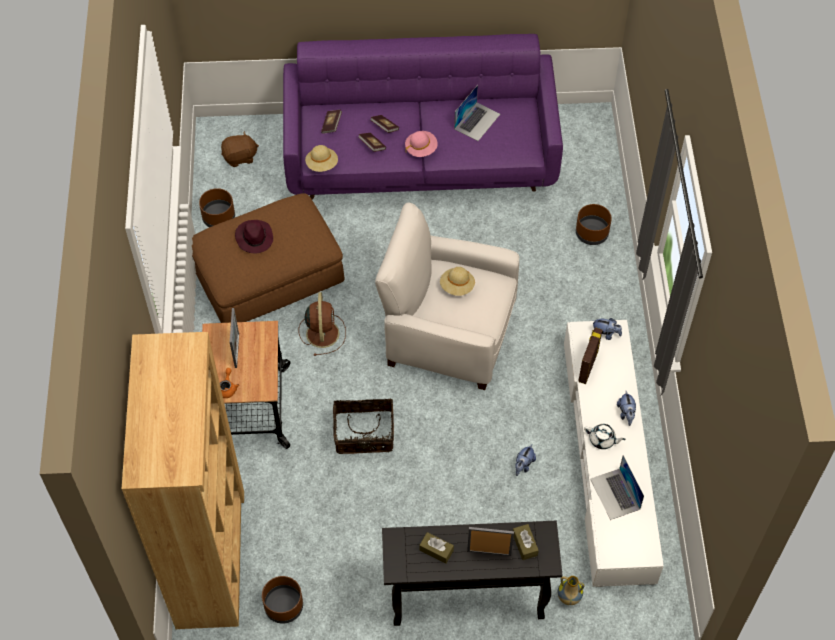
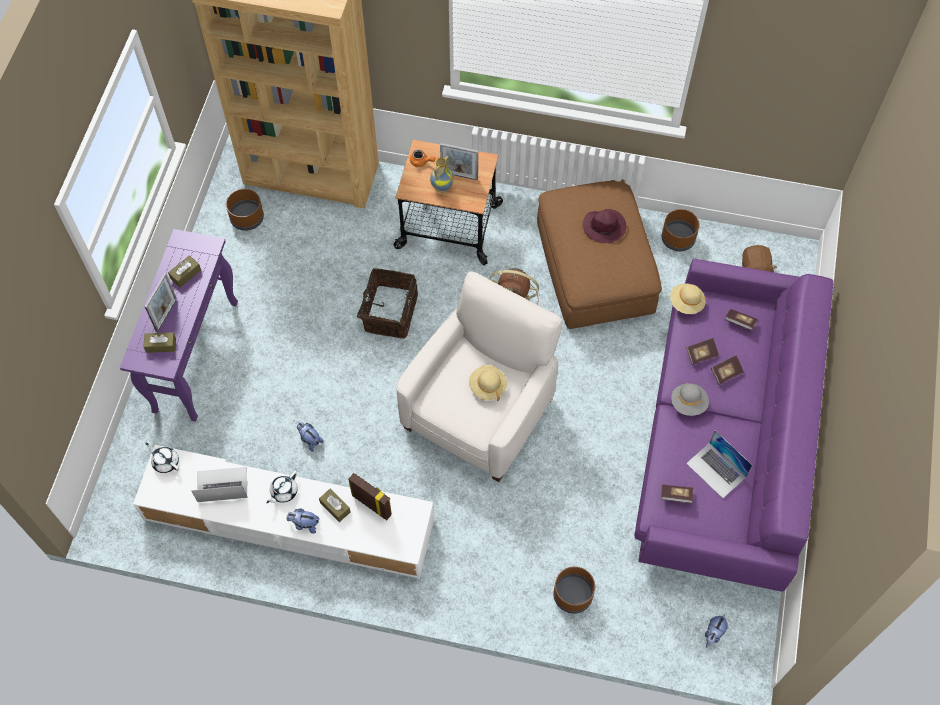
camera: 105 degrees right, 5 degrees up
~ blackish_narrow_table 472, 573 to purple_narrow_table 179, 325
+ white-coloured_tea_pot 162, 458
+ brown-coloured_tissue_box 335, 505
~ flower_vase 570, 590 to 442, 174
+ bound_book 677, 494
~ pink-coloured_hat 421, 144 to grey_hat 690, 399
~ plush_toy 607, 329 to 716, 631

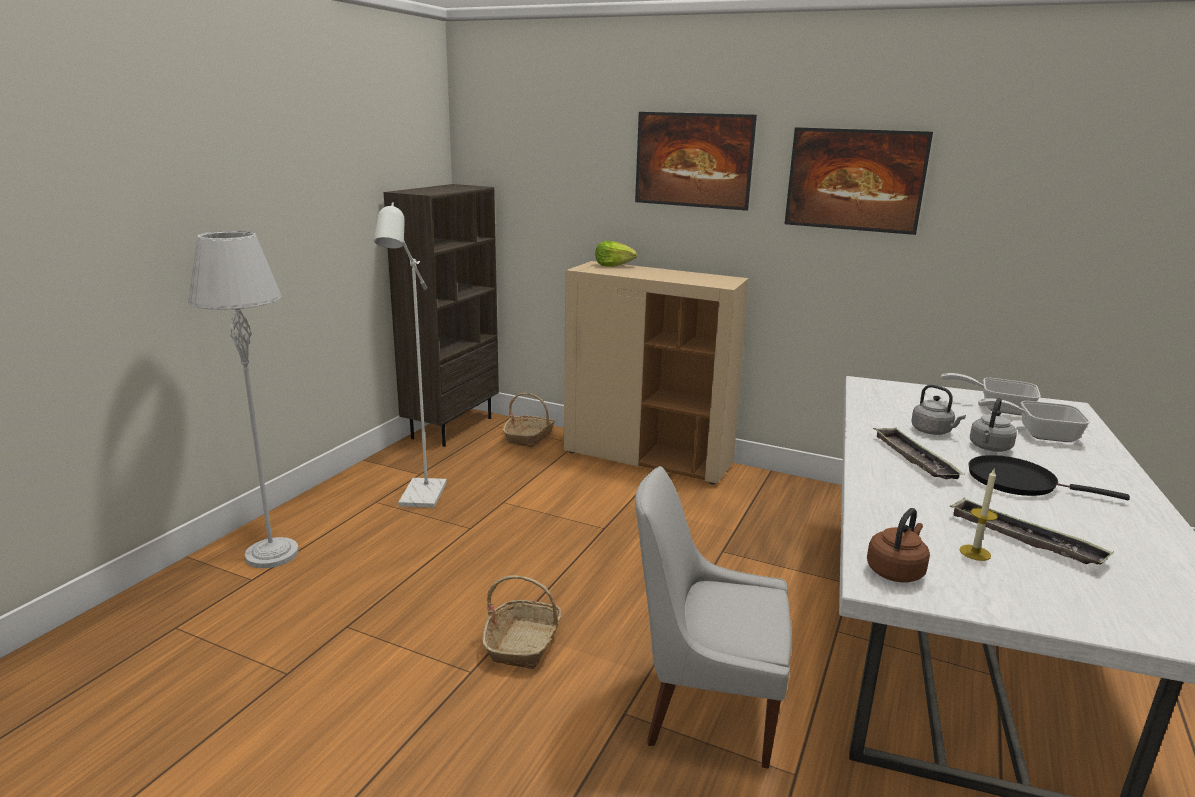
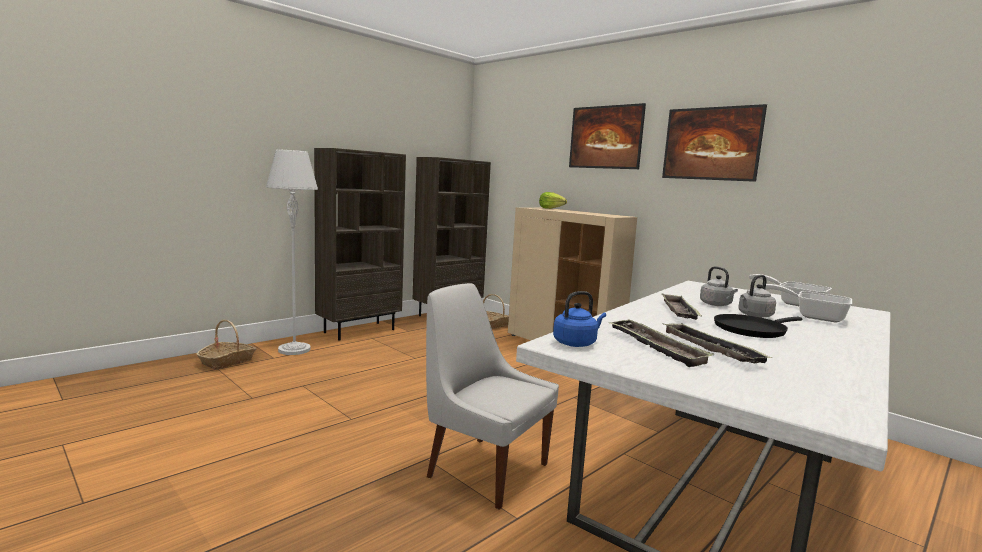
camera: 20 degrees right, 10 degrees down
~ basket 522, 622 to 226, 344
+ brown-coloured_bookshelf 360, 244
~ brown-coloured_tea_kettle 898, 545 to blue_tea_kettle 579, 319
~ wax_candle 979, 515 to tray 661, 343
~ blackish_skillet 1049, 477 = 758, 326 75 degrees counterclockwise
- white-coloured_standing_lamp 410, 355

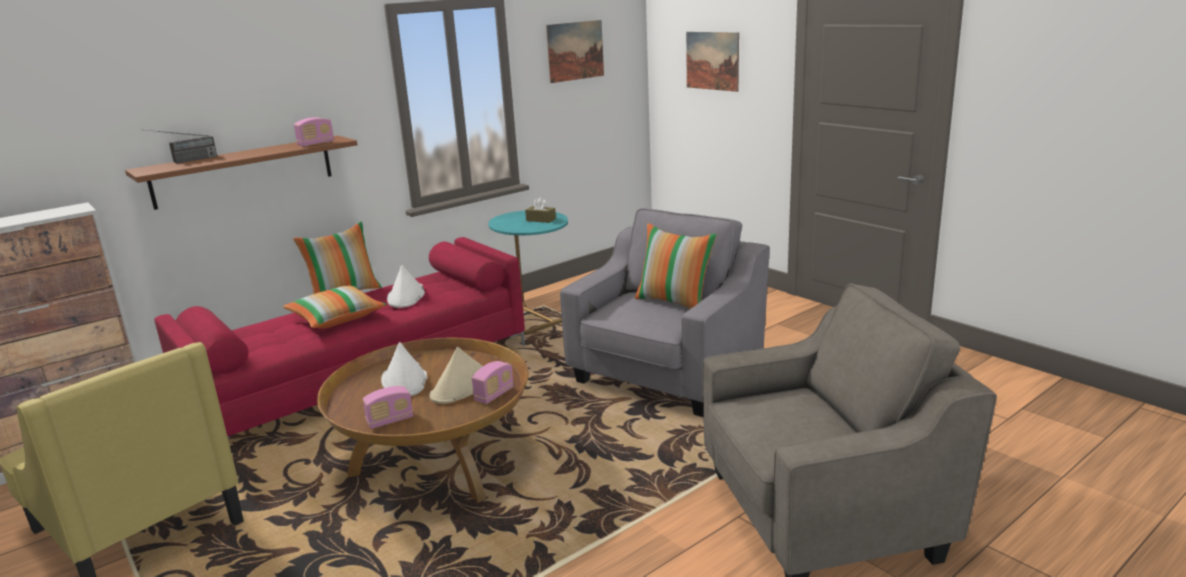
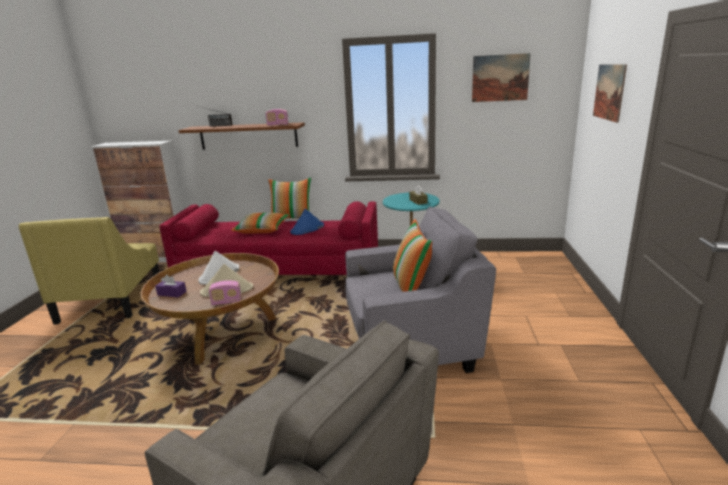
camera: 45 degrees right, 0 degrees up
~ radio_receiver 388, 407 to purple_tissue_box 171, 286
~ white-coloured_hat 406, 286 to blue_hat 307, 221

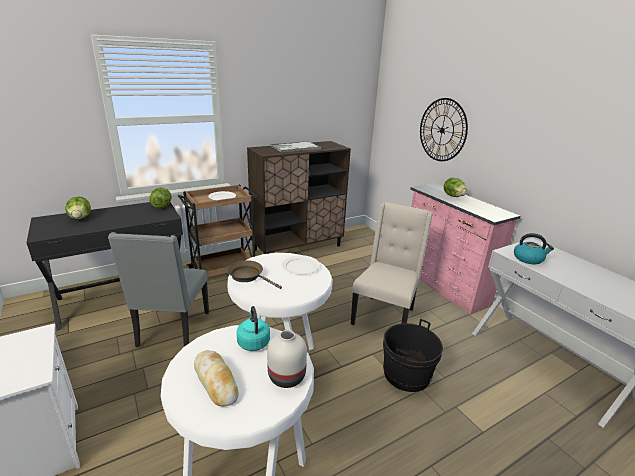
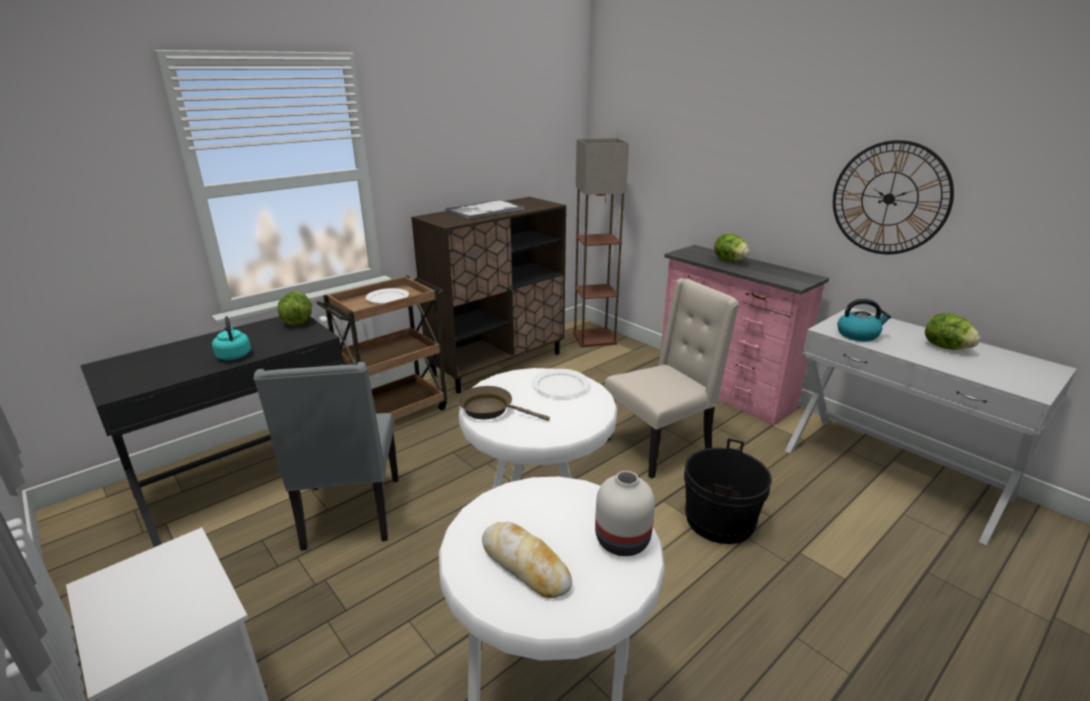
camera: 10 degrees left, 0 degrees up
~ turquoise_tea_kettle 253, 328 to 231, 338
+ standing_lamp 601, 242
~ beige-coloured_chair 392, 263 = 671, 378 45 degrees clockwise
~ hanging_clock 444, 129 to 893, 197
~ head_of_lettuce 78, 207 to 953, 331

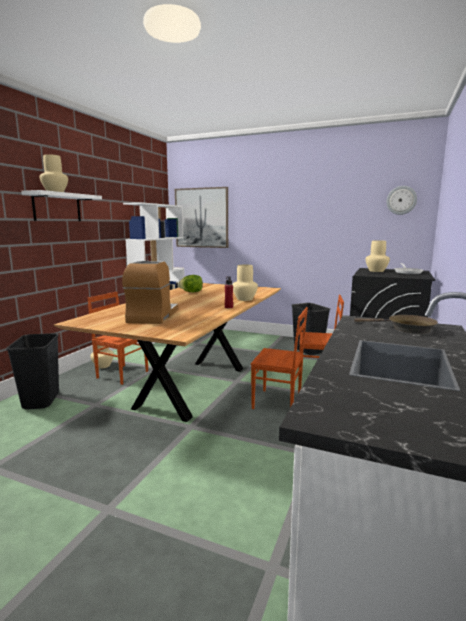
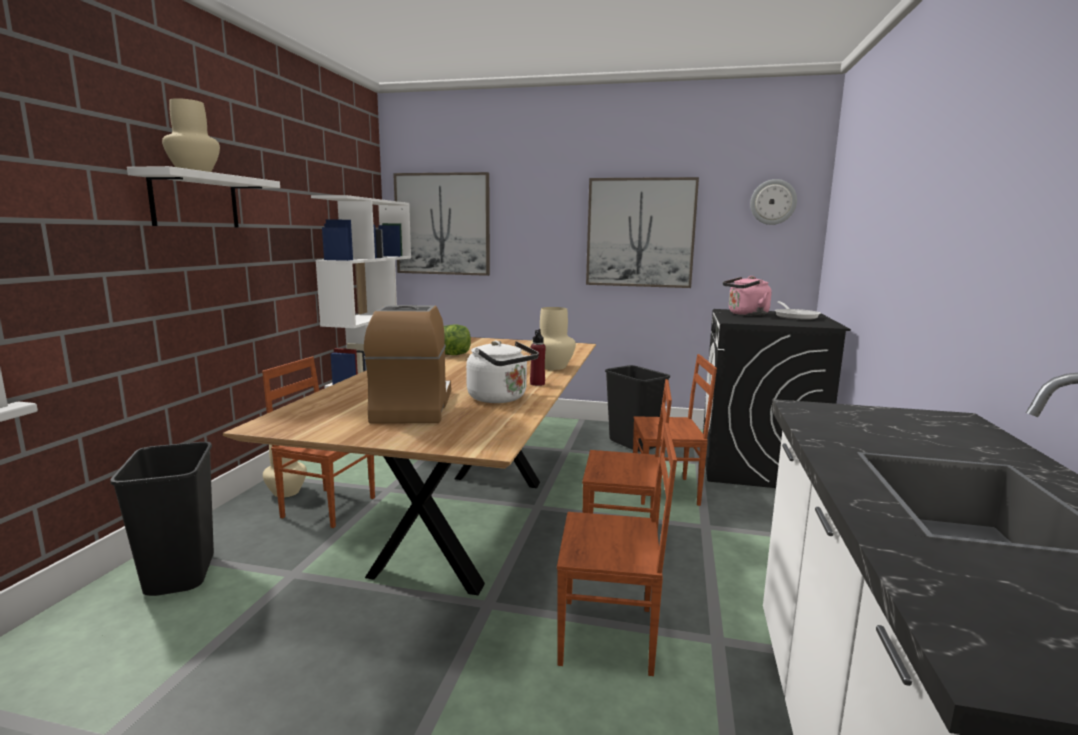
camera: 10 degrees left, 0 degrees up
+ white-coloured_tea_kettle 502, 372
+ brown-coloured_chair 617, 549
+ wall_art 642, 232
~ beige-coloured_flower_vase 378, 256 to pink-coloured_tea_kettle 747, 296
- brown-coloured_skillet 396, 324

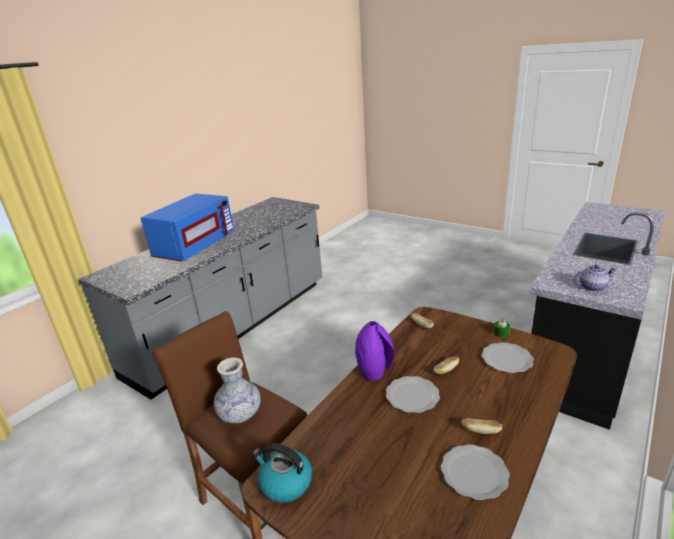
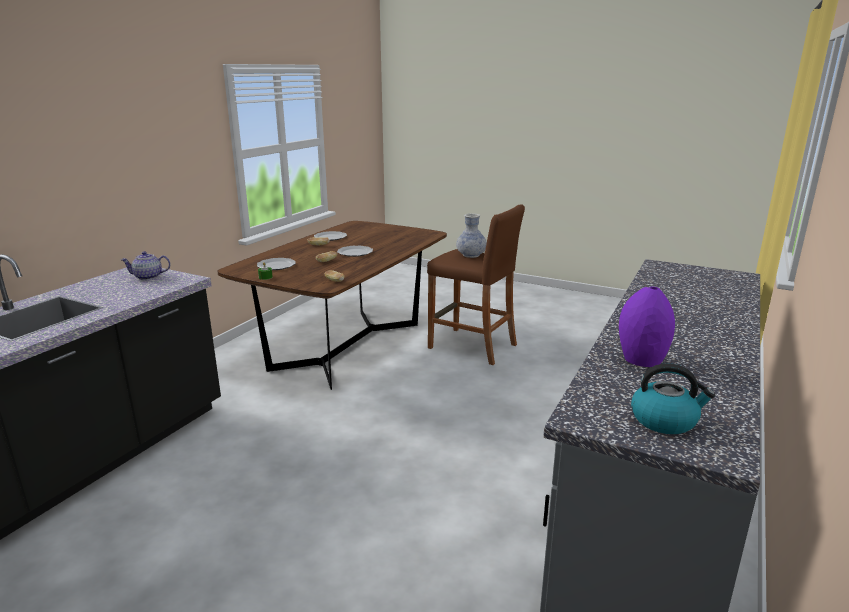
camera: 170 degrees right, 5 degrees down
~ purple_flower_vase 375, 351 to 647, 327
~ tea_kettle 282, 473 to 673, 398
- blue_microwave_oven 187, 227

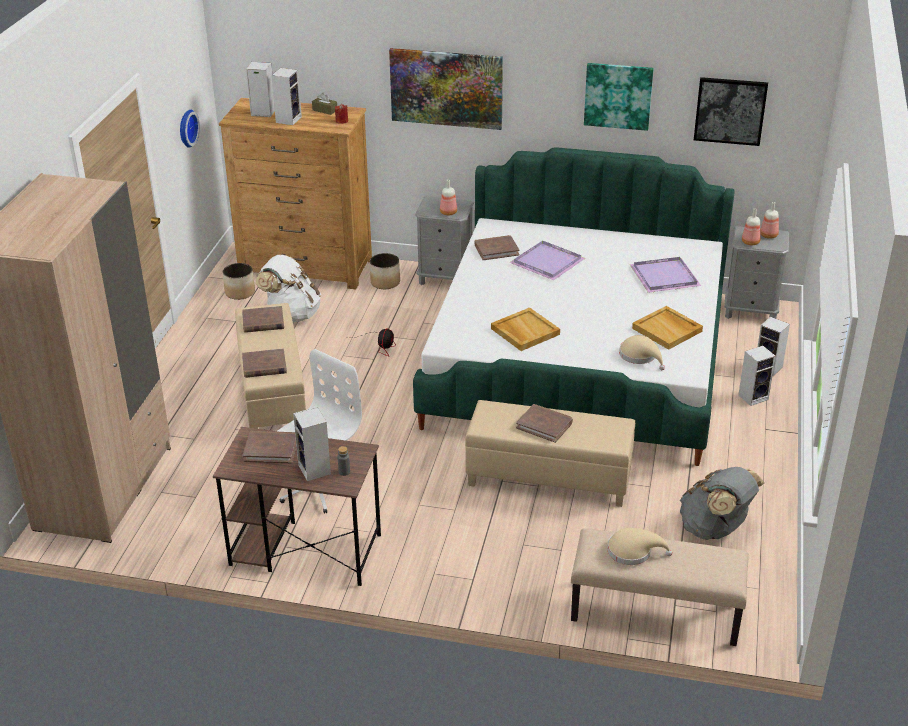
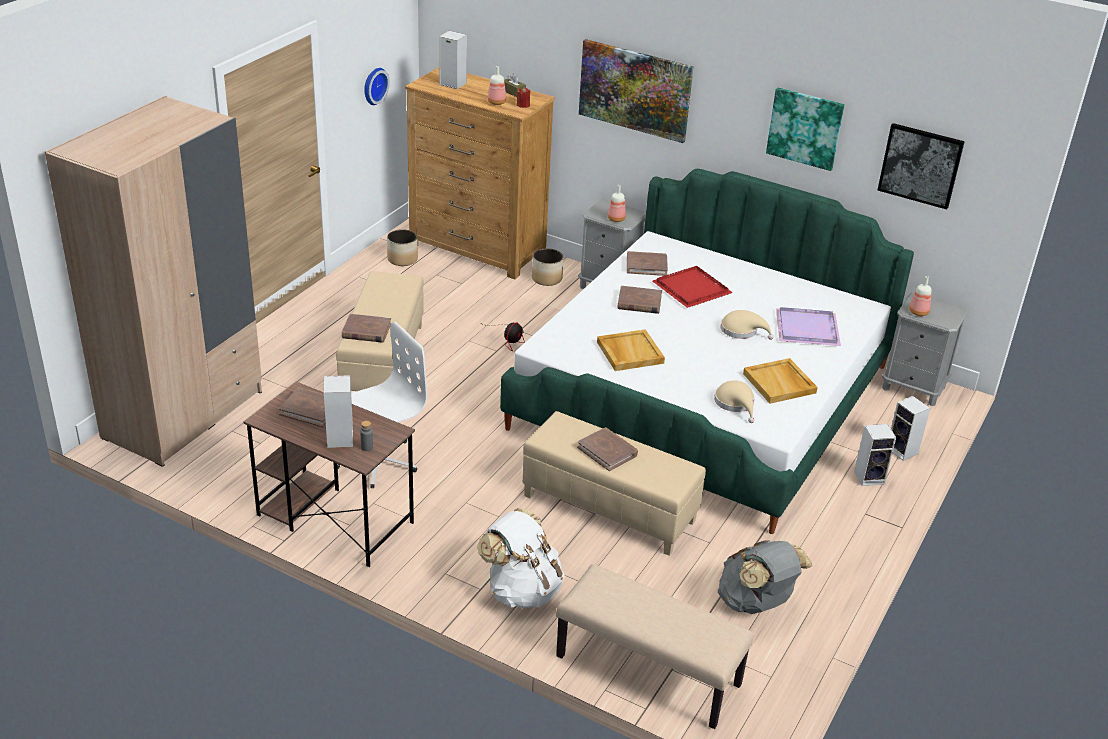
camera: 15 degrees right, 0 degrees up
~ white-coloured_rucksack 288, 288 to 521, 558
~ drink_bottle 769, 220 to 497, 85
~ brown-coloured_bound_book 263, 319 to 639, 300
~ purple_tray 547, 260 to red_tray 692, 287
~ beige-coloured_hat 639, 546 to 746, 325
- speaker 286, 96

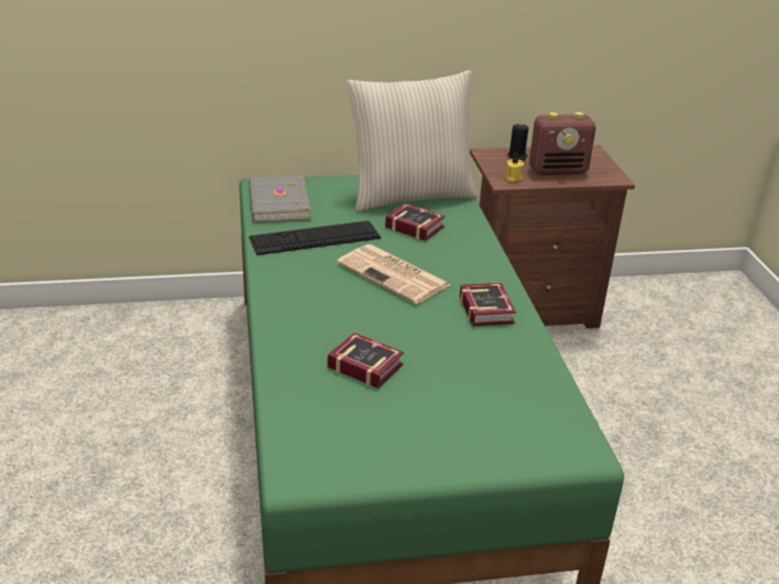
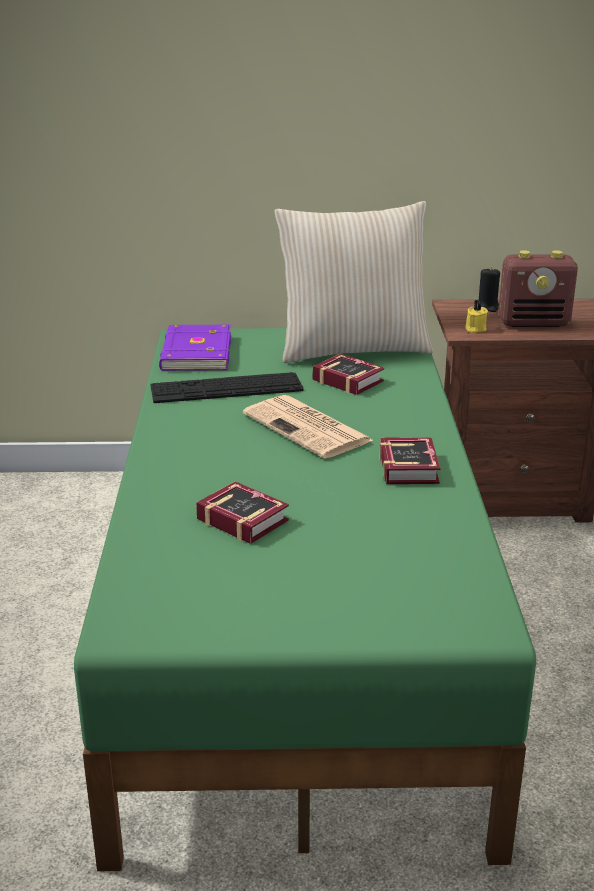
camera: 10 degrees right, 5 degrees down
~ grey_bound_book 280, 198 to purple_bound_book 195, 348

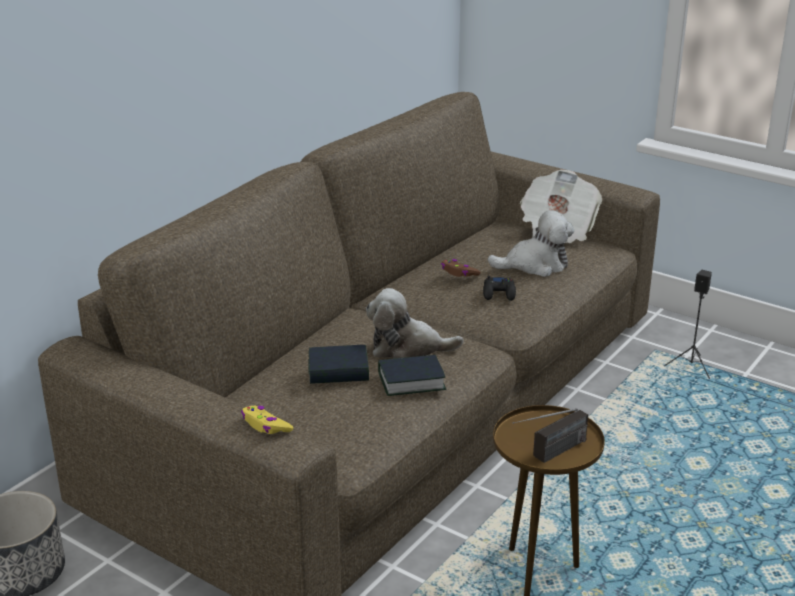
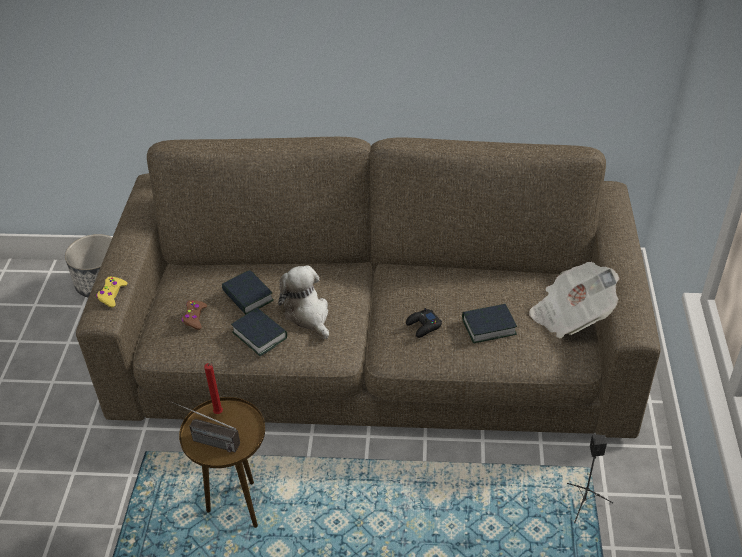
camera: 60 degrees right, 15 degrees up
~ brown-coloured_joypad 461, 268 to 194, 315
+ red_wax_candle 213, 388
~ plush_toy 531, 243 to bound_book 489, 323

